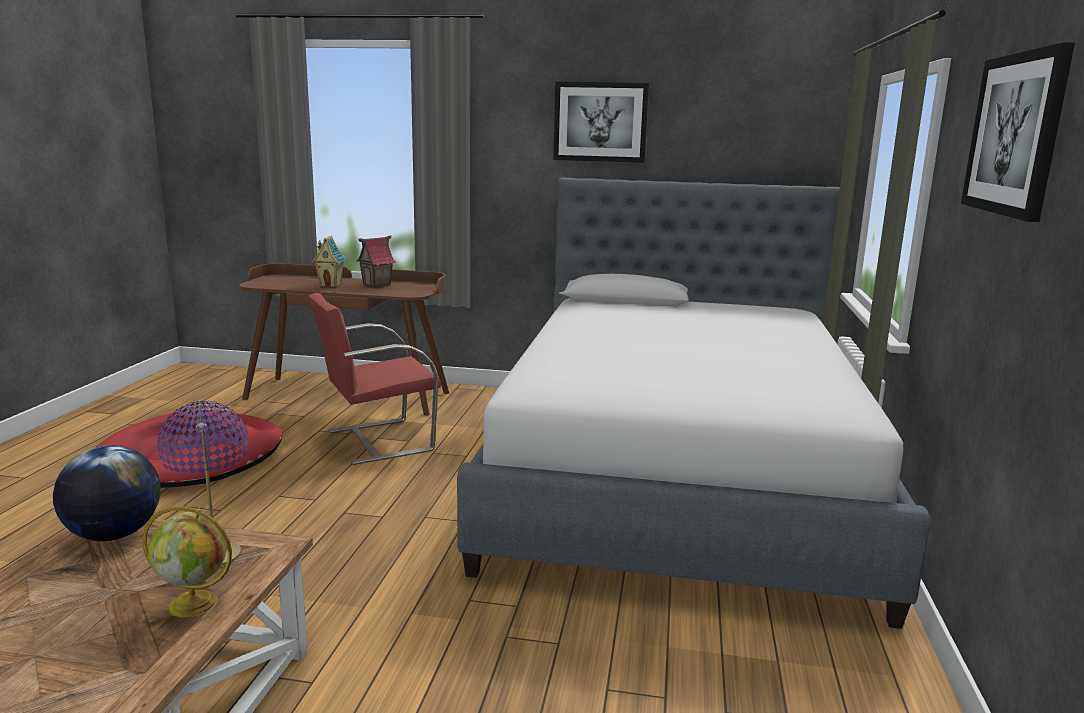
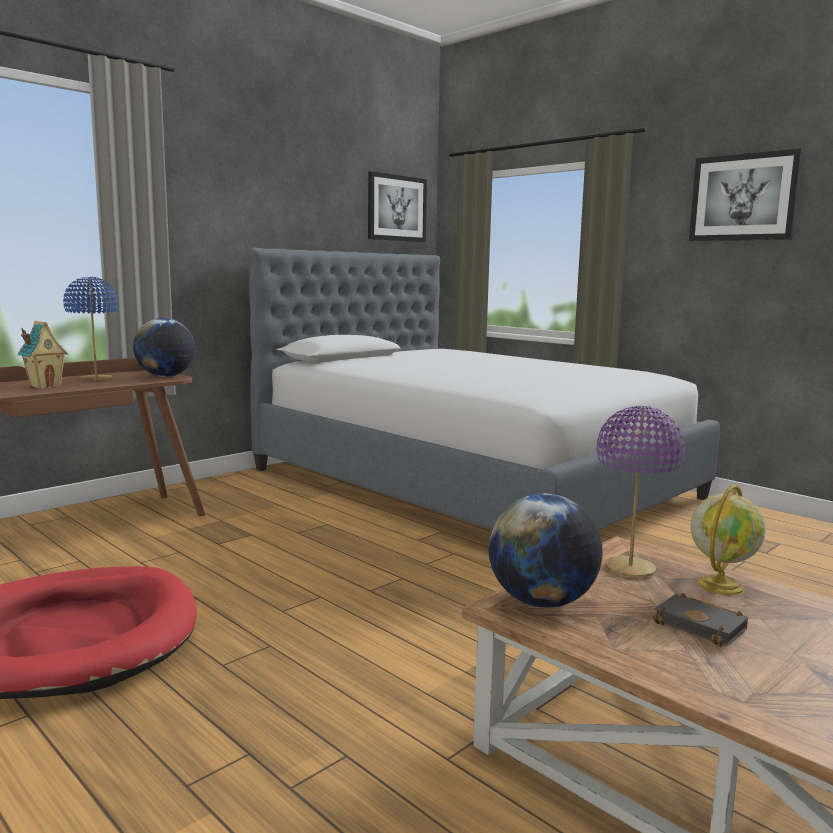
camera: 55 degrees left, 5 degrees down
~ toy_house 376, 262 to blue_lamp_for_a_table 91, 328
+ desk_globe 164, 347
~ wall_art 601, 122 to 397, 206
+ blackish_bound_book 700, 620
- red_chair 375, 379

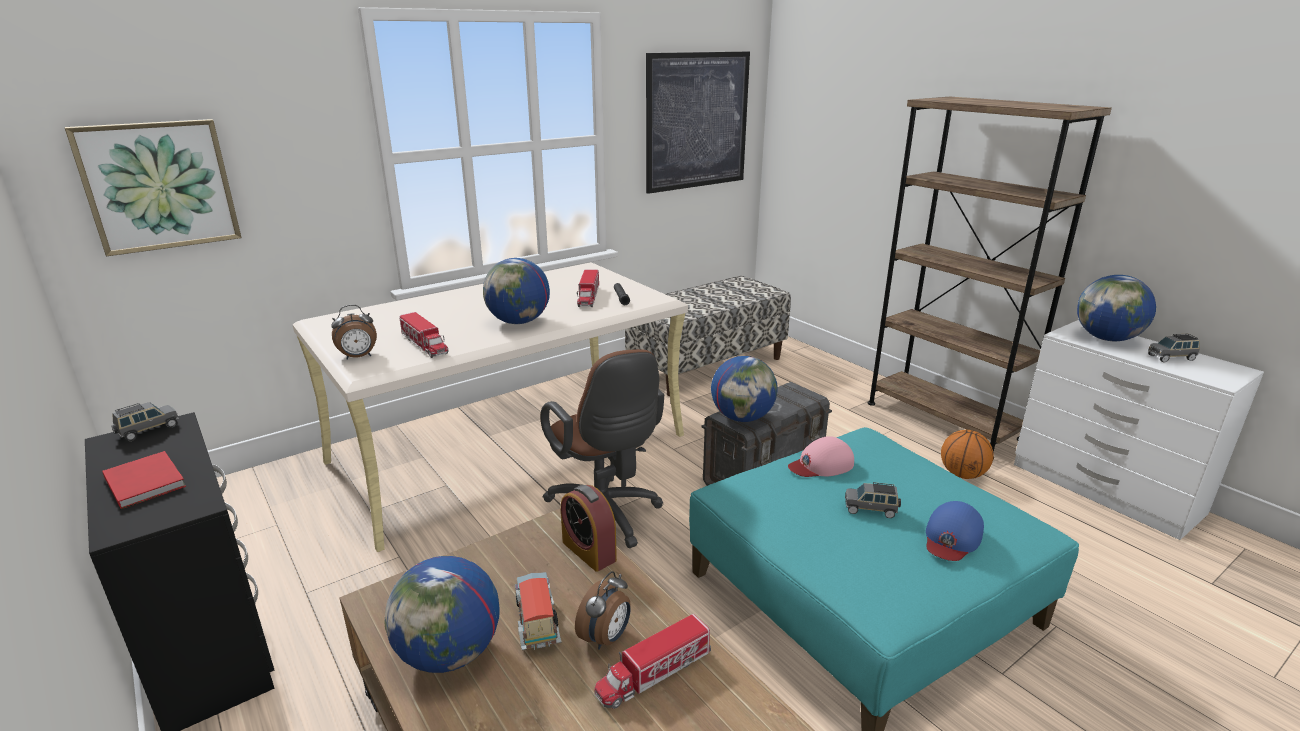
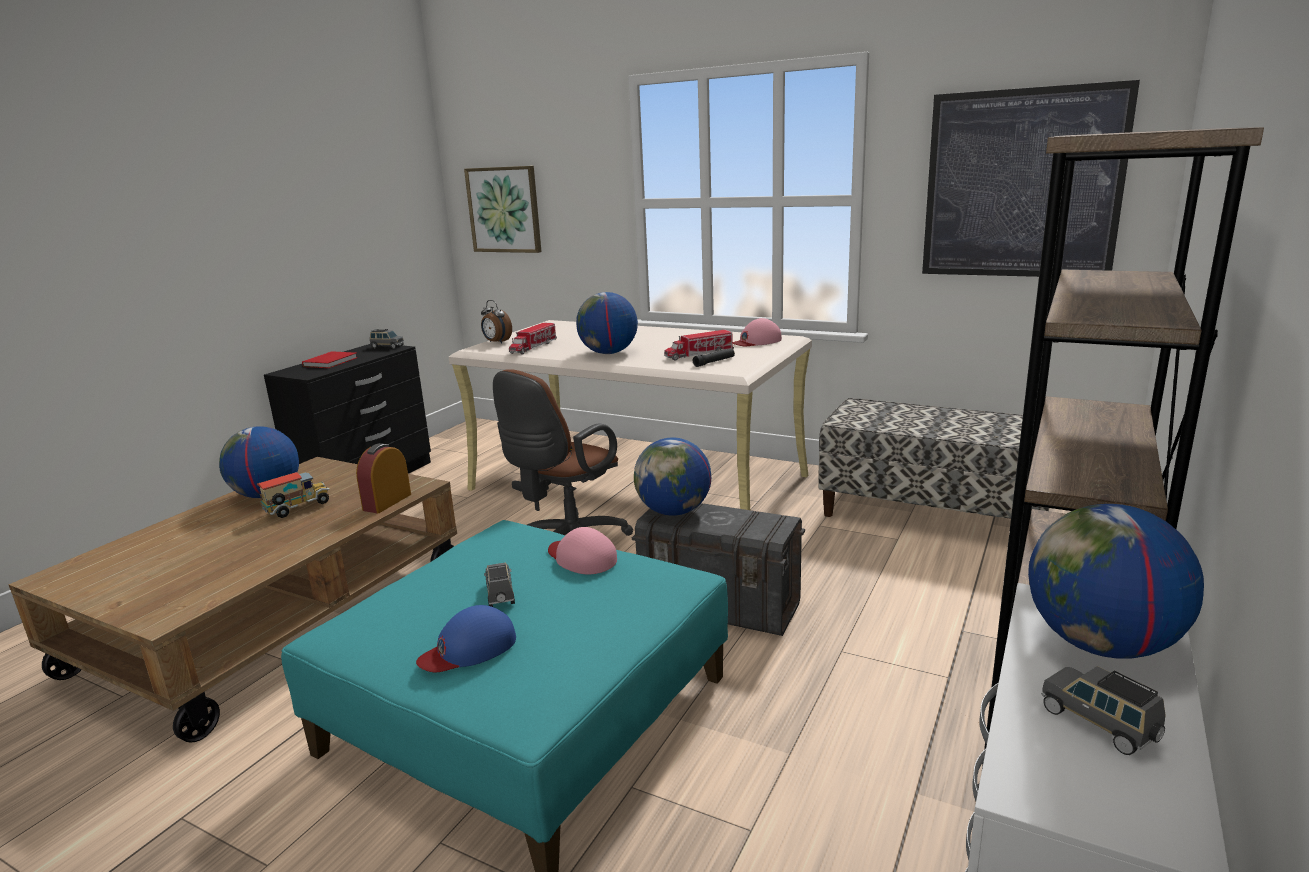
camera: 65 degrees right, 5 degrees down
~ blue_baseball_cap 955, 531 = 466, 638 45 degrees counterclockwise
+ pink-coloured_baseball_cap 757, 332
- bedside_clock 603, 610
- toy_lorry 652, 661
- basketball_ball 967, 454

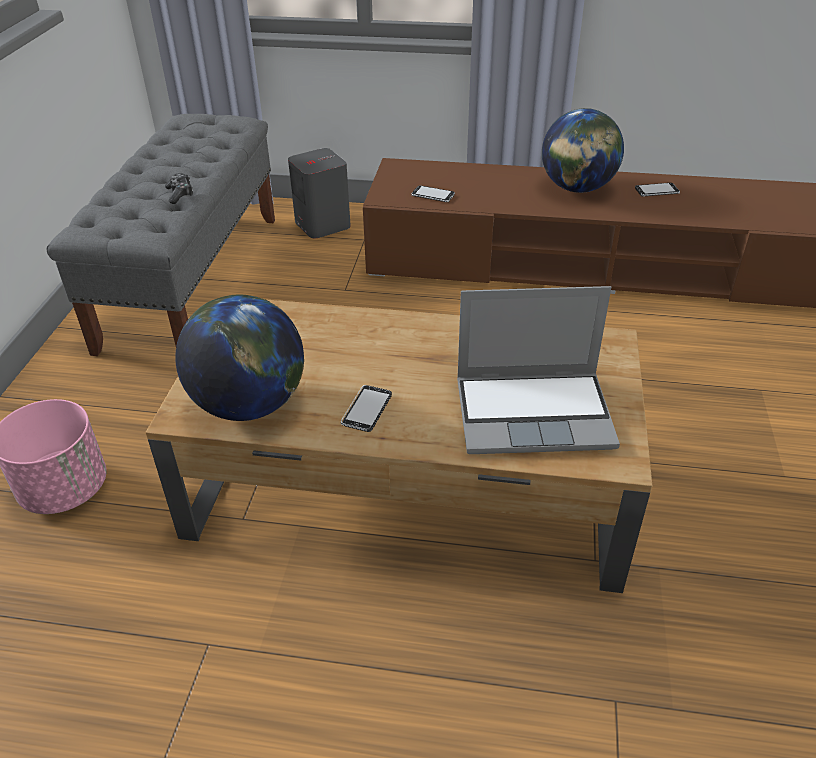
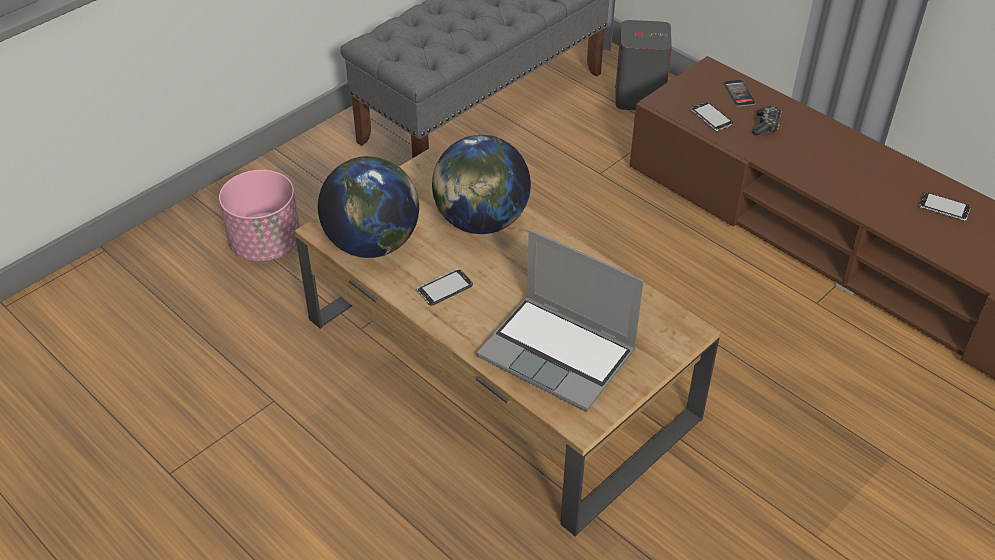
camera: 35 degrees right, 5 degrees up
~ desk_globe 583, 150 to 481, 184
+ phone 740, 93
~ joypad 179, 188 to 767, 121

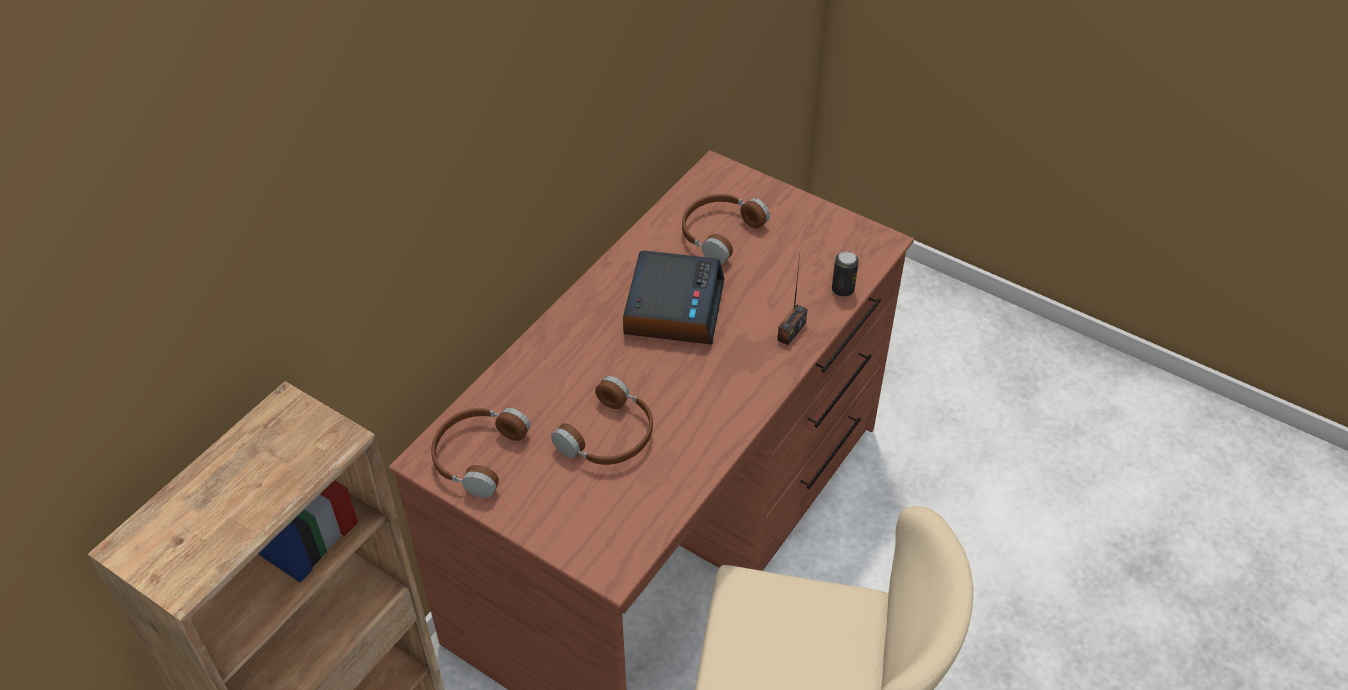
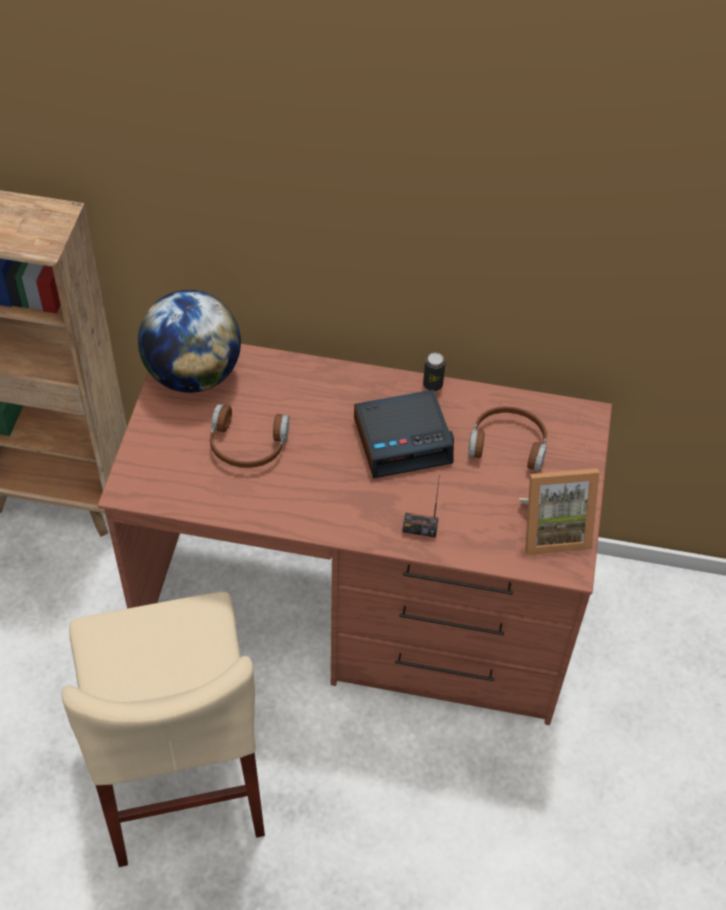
camera: 65 degrees right, 5 degrees up
~ brown-coloured_headset 481, 453 to desk_globe 189, 341
~ can 845, 274 to 434, 372
+ photo_frame 559, 511

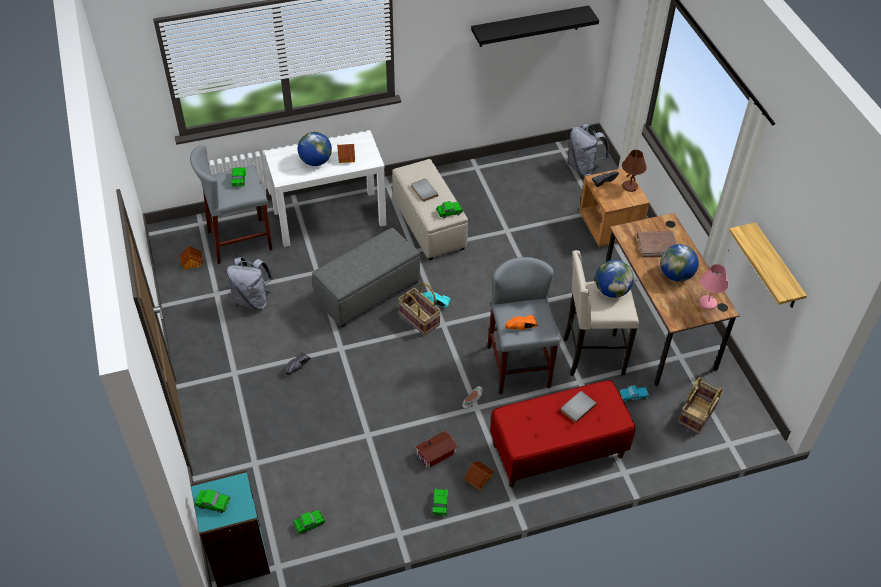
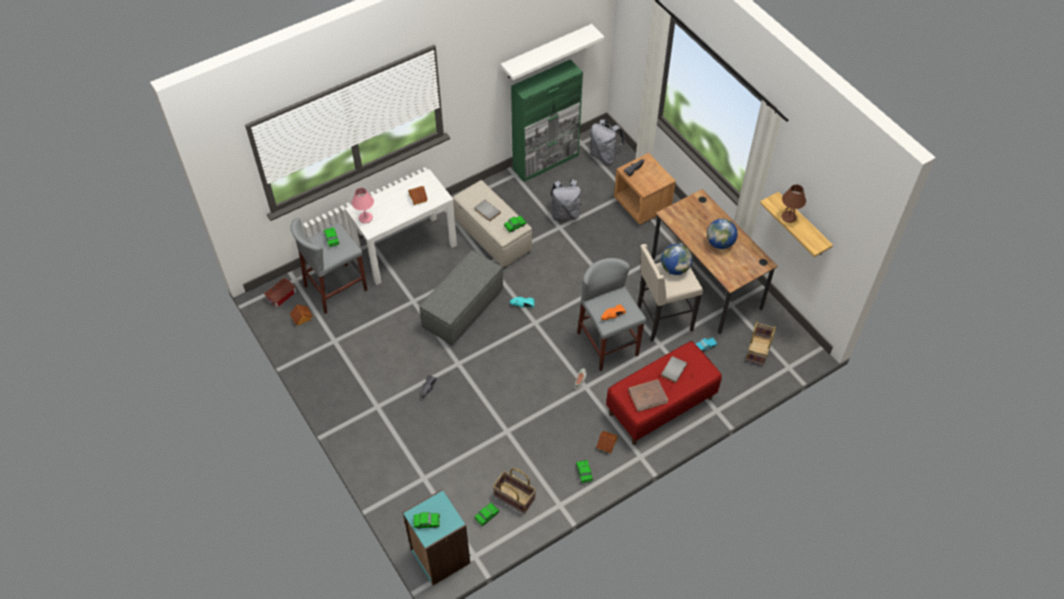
camera: 15 degrees left, 5 degrees up
~ toy_house 436, 450 to 280, 293
~ pink-coloured_lamp_for_a_table 714, 287 to 363, 205
~ basket 419, 309 to 514, 491
~ blackish_bracket_shelf 535, 26 to white-coloured_bracket_shelf 552, 52
+ green-coloured_storage_cabinet 547, 120
~ grey_rucksack 250, 283 to 565, 200
~ brown-coloured_bound_book 657, 244 to 648, 395
~ brown-coloured_lamp_for_a_table 634, 171 to 794, 203
- desk_globe 315, 149

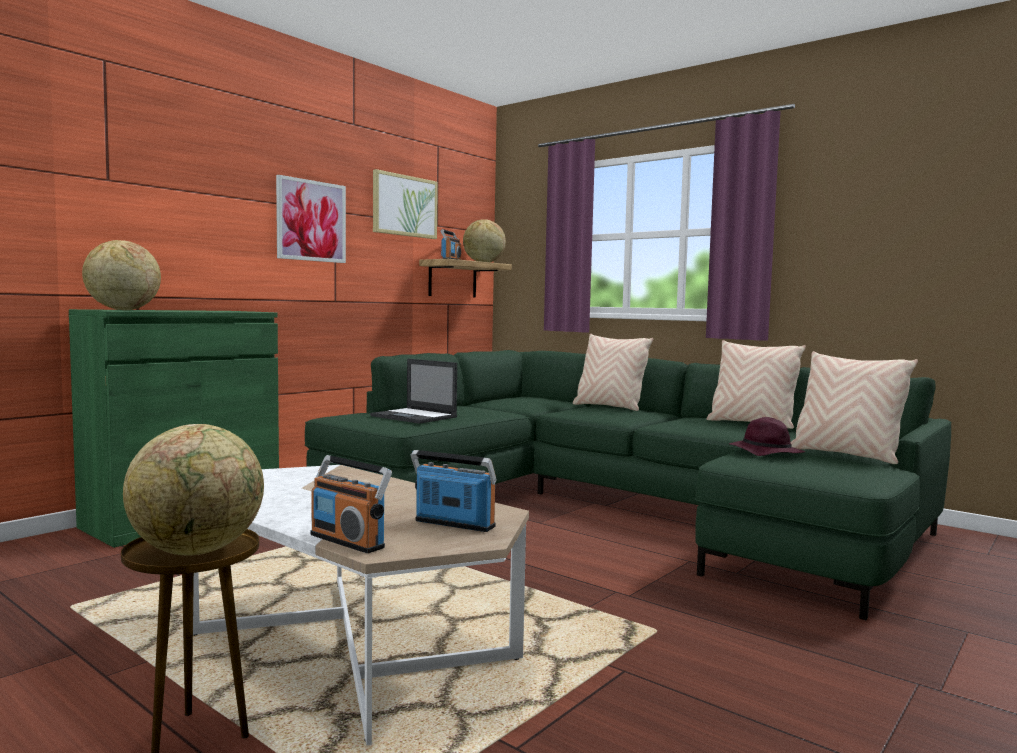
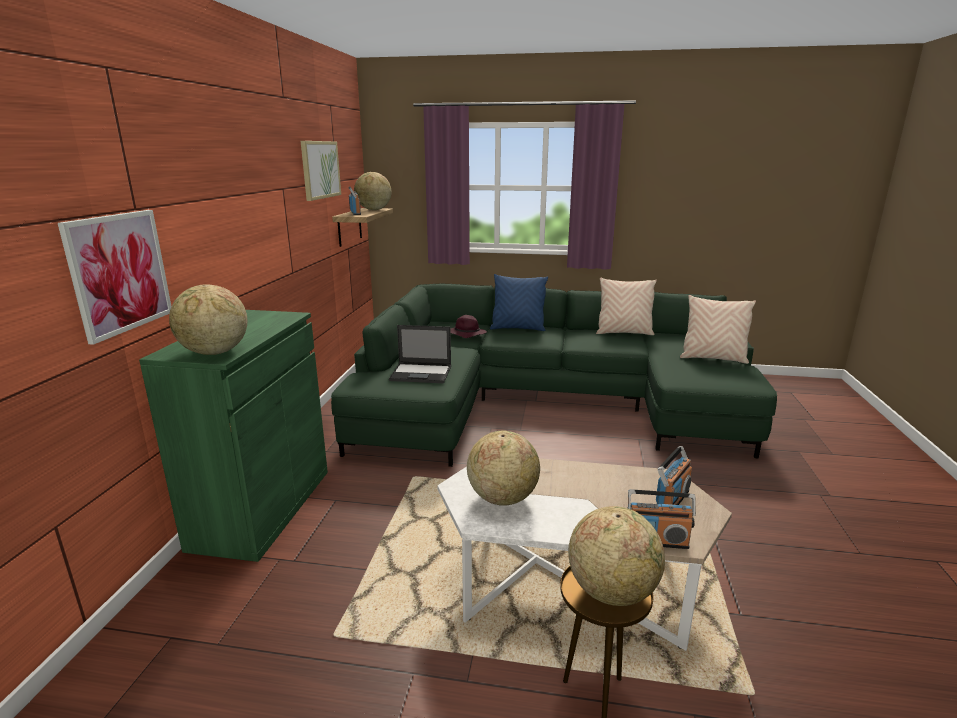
camera: 30 degrees left, 15 degrees up
~ wall_art 311, 219 to 114, 277
~ purple_hat 767, 436 to 469, 326
+ desk_globe 503, 467
~ beige-coloured_pillow 613, 372 to blue_pillow 519, 302
~ radio_receiver 454, 491 = 674, 475 135 degrees clockwise

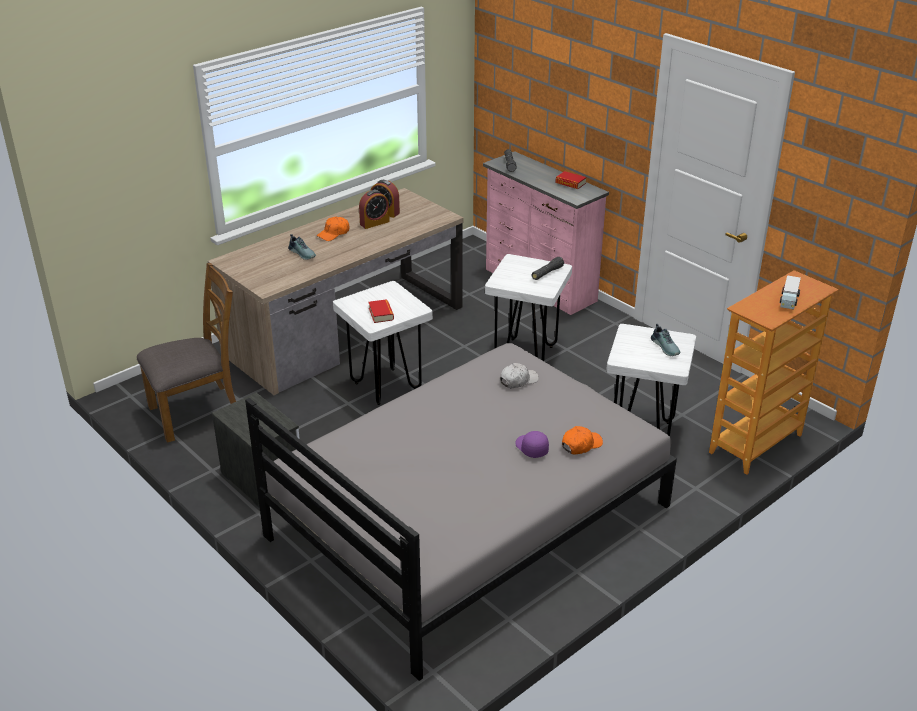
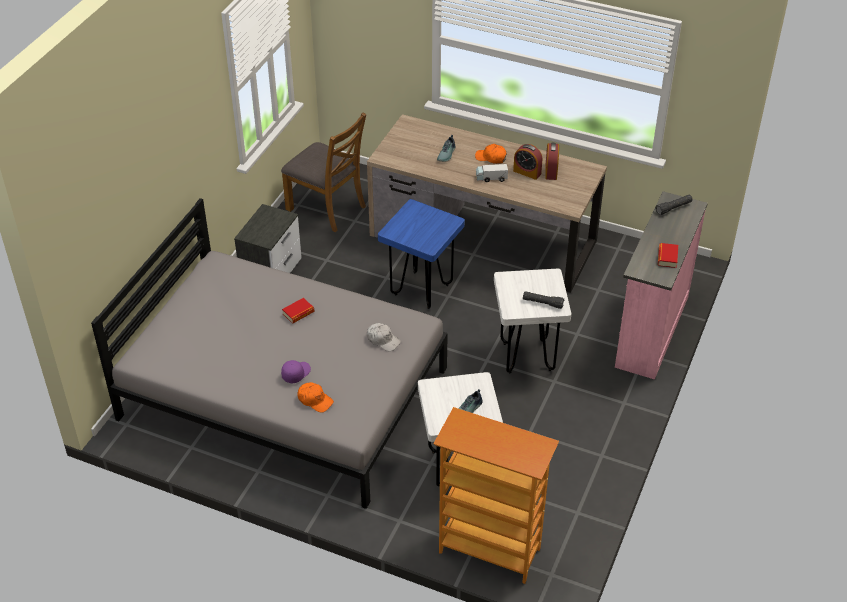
camera: 65 degrees right, 10 degrees up
~ bound_book 381, 311 to 298, 311
~ white-coloured_stool_seat 383, 343 to blue_stool_seat 421, 254
~ toy_lorry 790, 292 to 492, 173

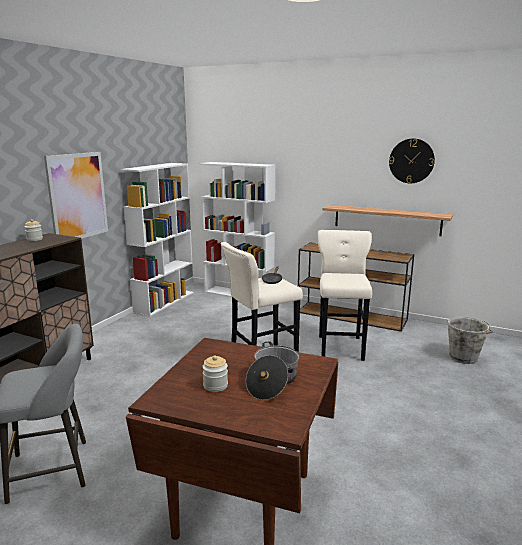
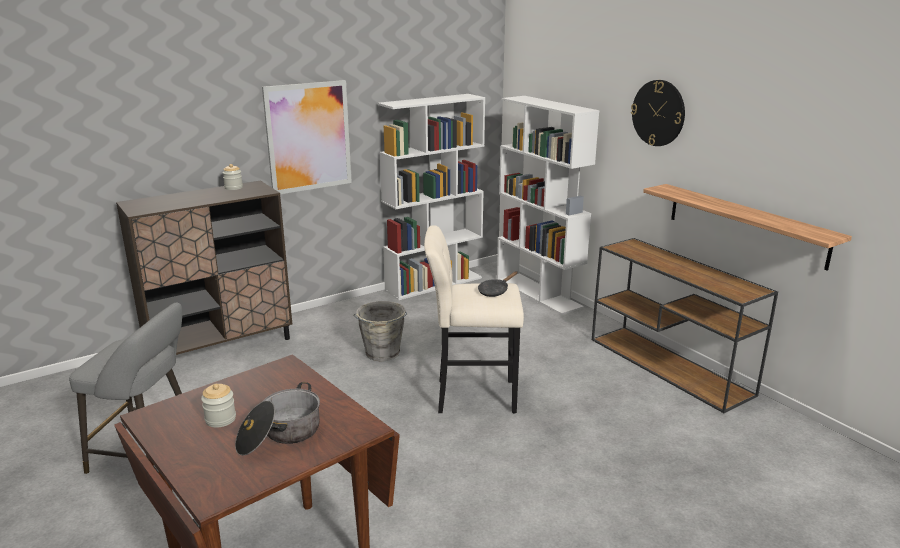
camera: 30 degrees right, 5 degrees up
~ grey_water_bucket 470, 340 to 380, 331
~ hanging_clock 412, 160 to 658, 113
- beige-coloured_stool_seat 345, 295

